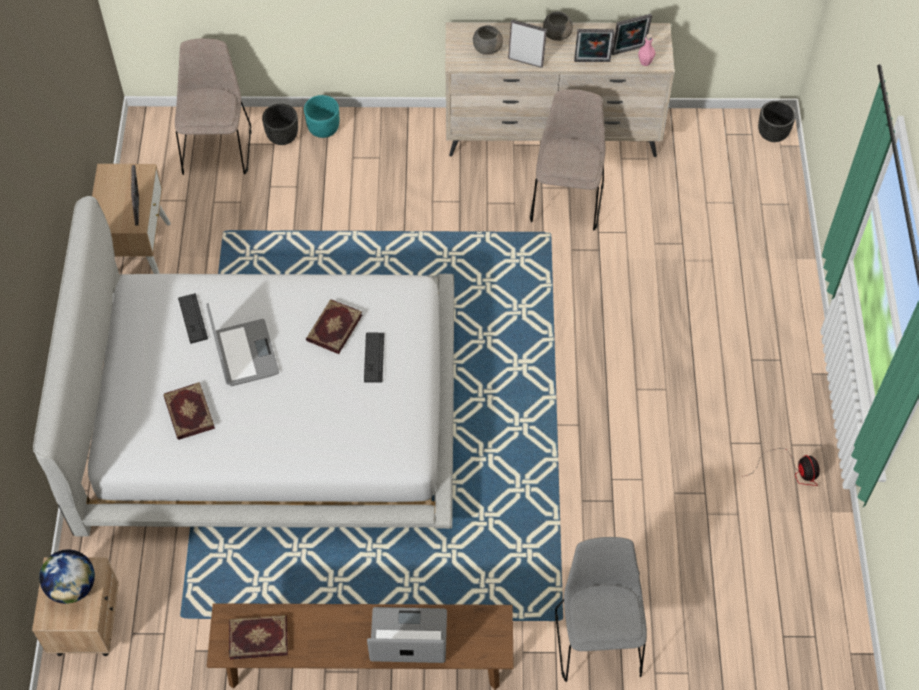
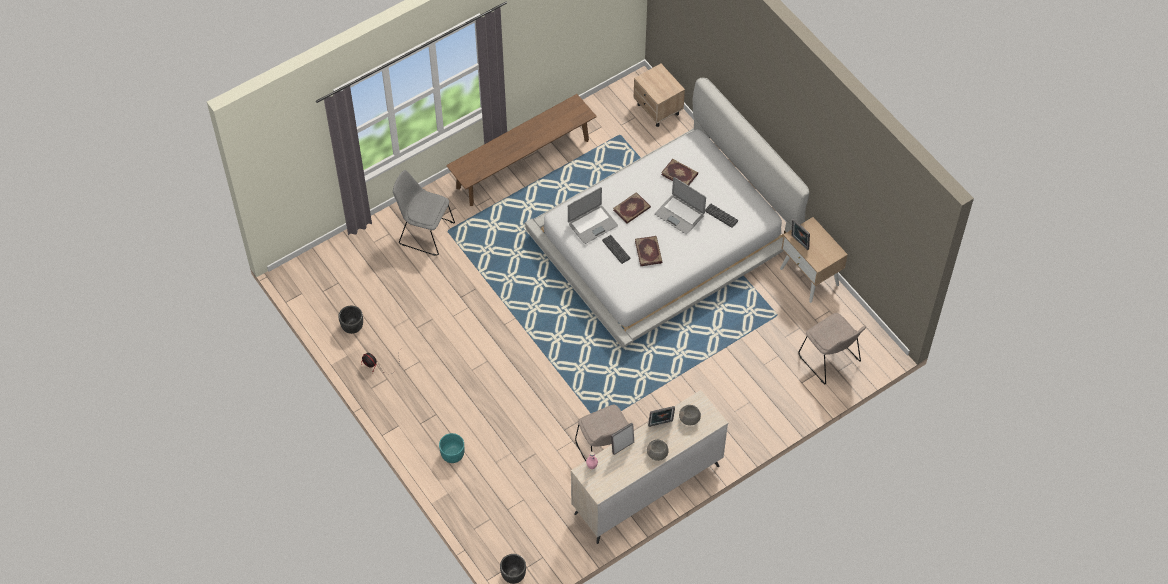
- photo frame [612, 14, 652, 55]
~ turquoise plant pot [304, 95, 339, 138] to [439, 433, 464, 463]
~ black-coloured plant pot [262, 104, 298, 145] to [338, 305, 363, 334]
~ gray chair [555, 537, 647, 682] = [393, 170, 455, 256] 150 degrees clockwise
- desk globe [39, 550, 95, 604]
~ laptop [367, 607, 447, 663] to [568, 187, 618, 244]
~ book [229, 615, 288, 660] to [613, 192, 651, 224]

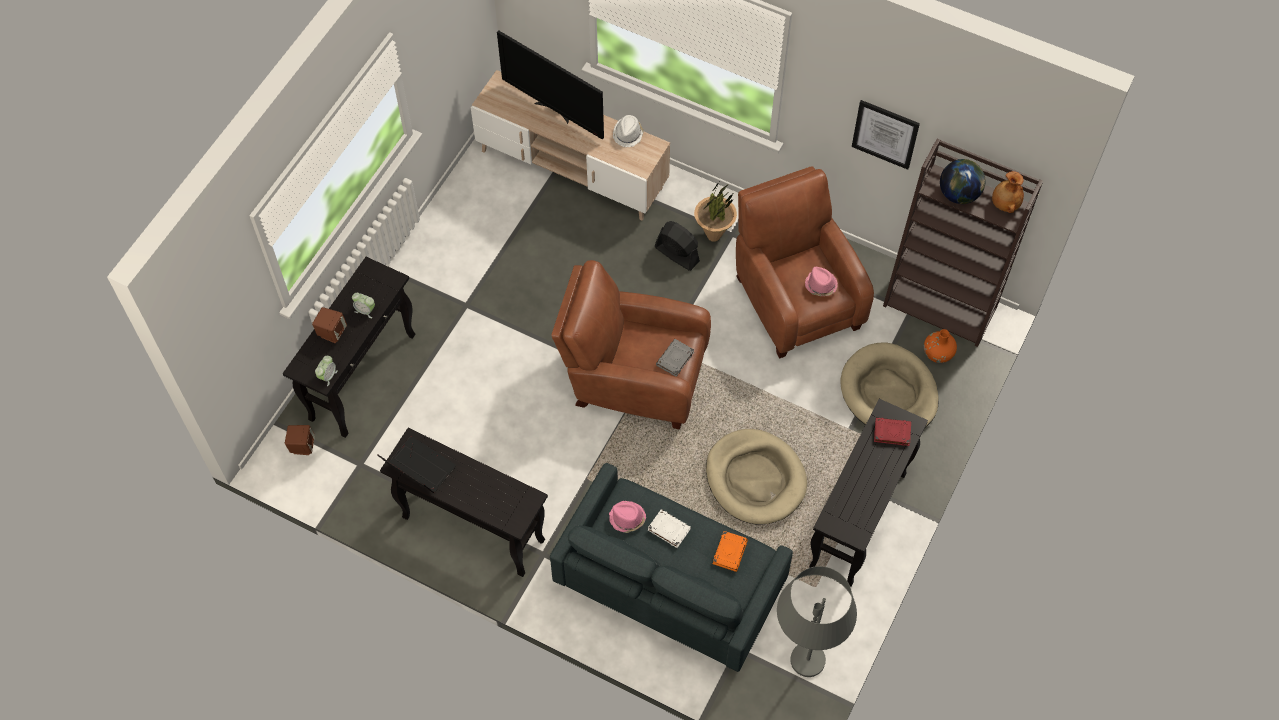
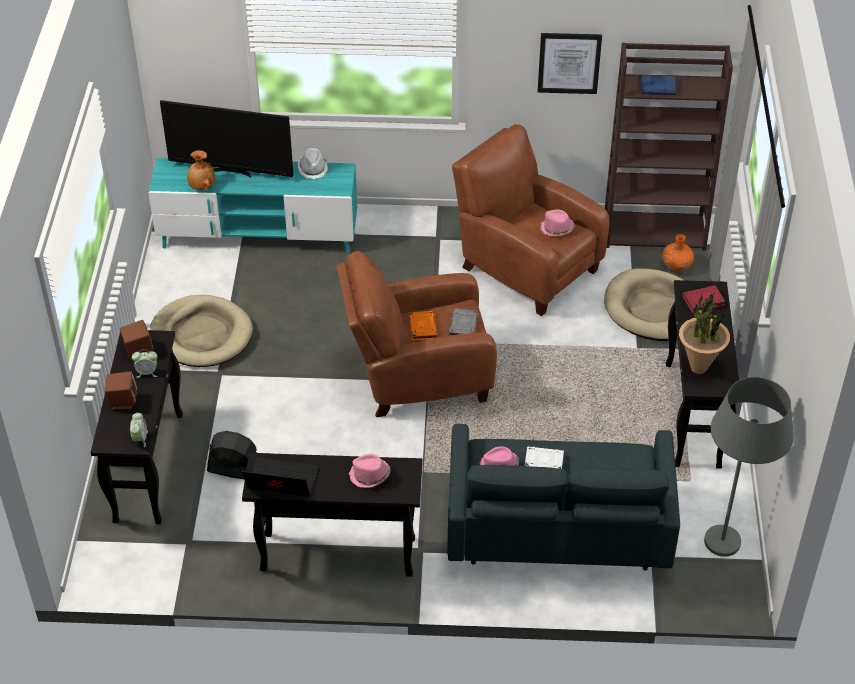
~ beige-coloured tv stand [471, 70, 670, 221] to turquoise tv stand [149, 158, 357, 254]
~ desk globe [940, 159, 986, 204] to blue book [641, 75, 676, 95]
~ brownish vase [992, 171, 1024, 213] to [187, 150, 216, 190]
~ houseplant [694, 182, 737, 242] to [679, 291, 730, 374]
~ black-coloured electric fan [654, 221, 700, 271] to [207, 431, 257, 479]
~ brownish audio speaker [285, 425, 315, 455] to [120, 320, 153, 358]
~ beige-coloured dog cushion [706, 429, 807, 525] to [150, 295, 253, 367]
~ orange-coloured book [713, 531, 748, 572] to [409, 311, 437, 341]
+ pink clothing hat [349, 454, 390, 488]

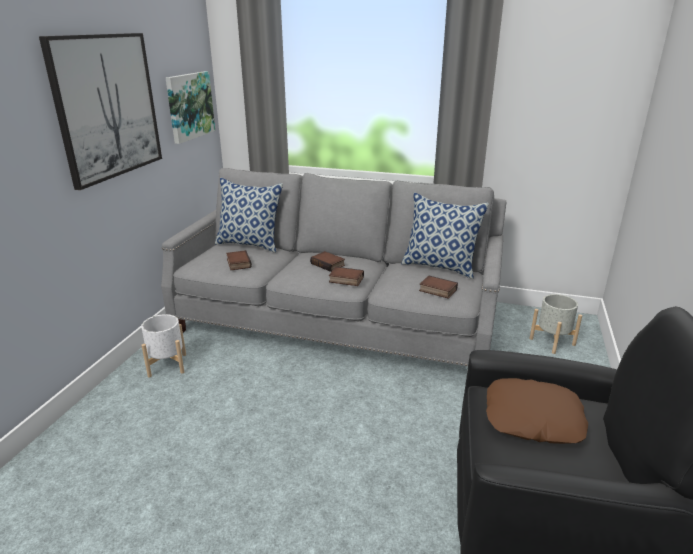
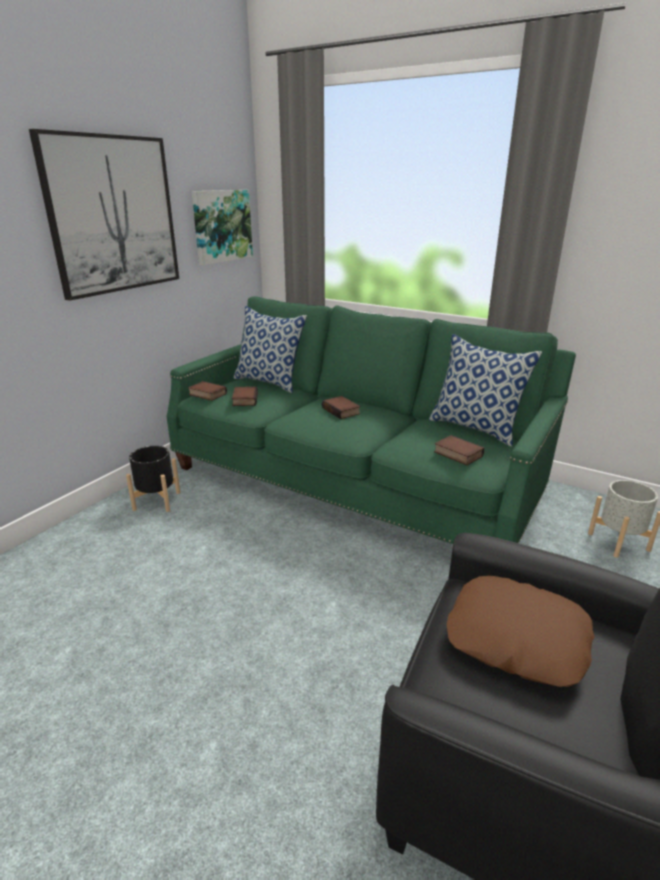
~ gray settee [161, 168, 507, 367] to green-coloured settee [166, 296, 576, 544]
~ book [329, 267, 364, 286] to [188, 381, 227, 401]
~ whitish plant pot [141, 314, 186, 378] to black-coloured plant pot [126, 446, 180, 512]

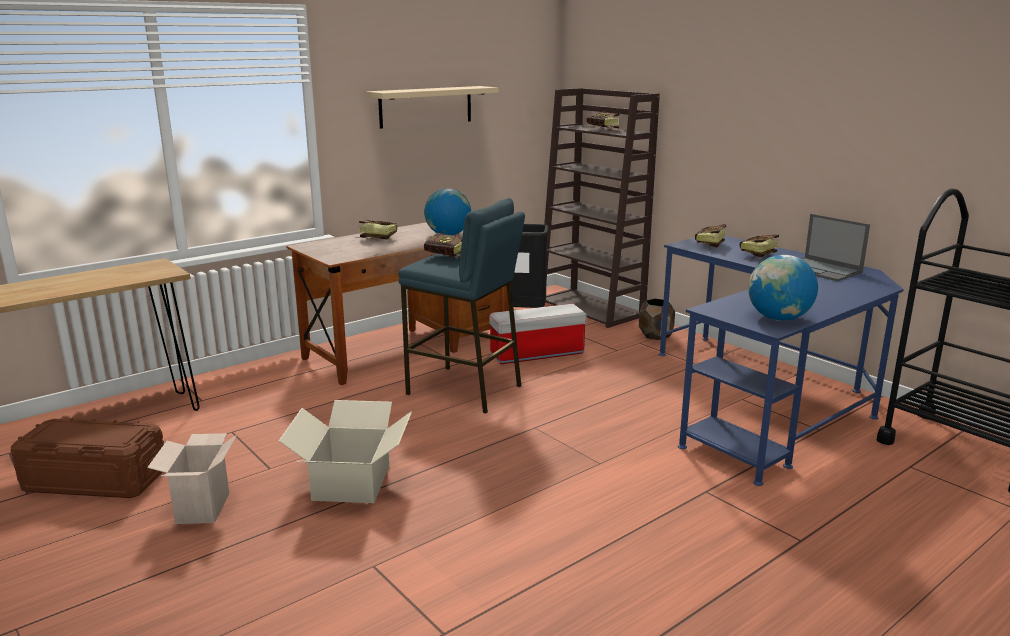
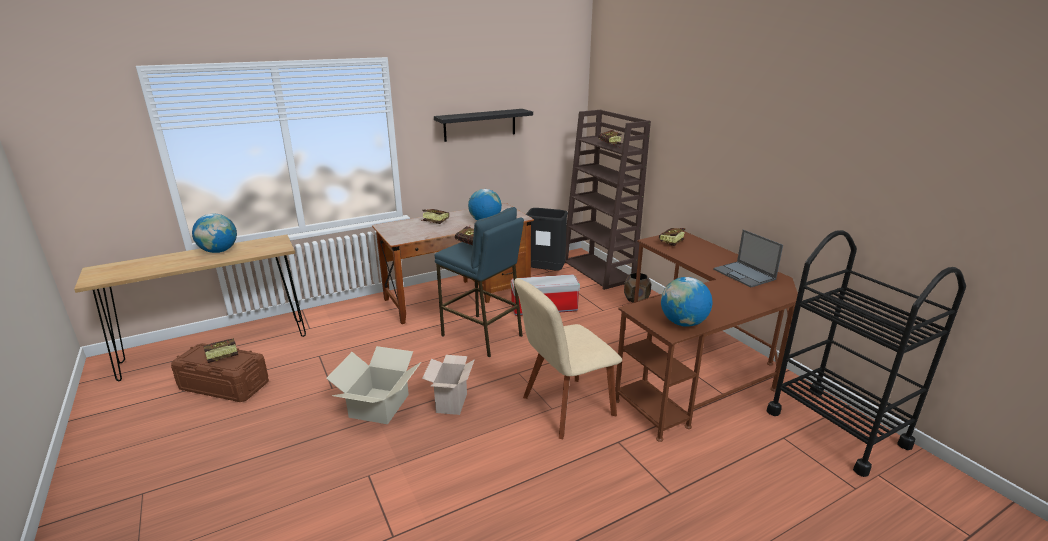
~ beige-coloured shelf [366, 86, 499, 129] to black-coloured shelf [434, 109, 533, 142]
~ book [740, 234, 779, 261] to [201, 338, 238, 365]
~ blue desk unit [659, 236, 904, 486] to brownish desk unit [615, 231, 798, 442]
~ cardboard box [147, 433, 237, 524] to [422, 355, 475, 415]
+ desk globe [192, 213, 237, 253]
+ beige-coloured chair [514, 278, 622, 439]

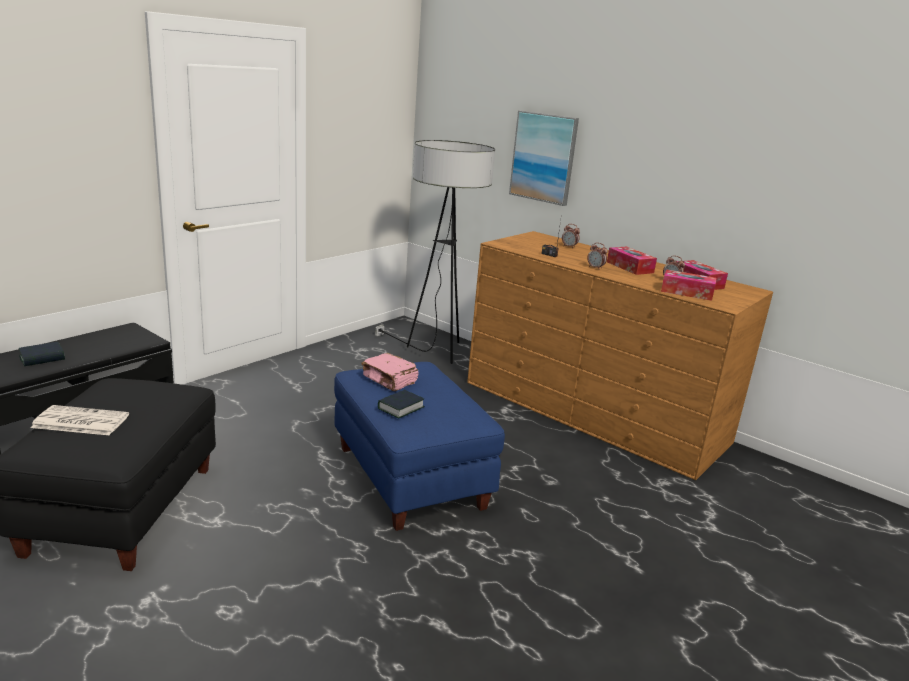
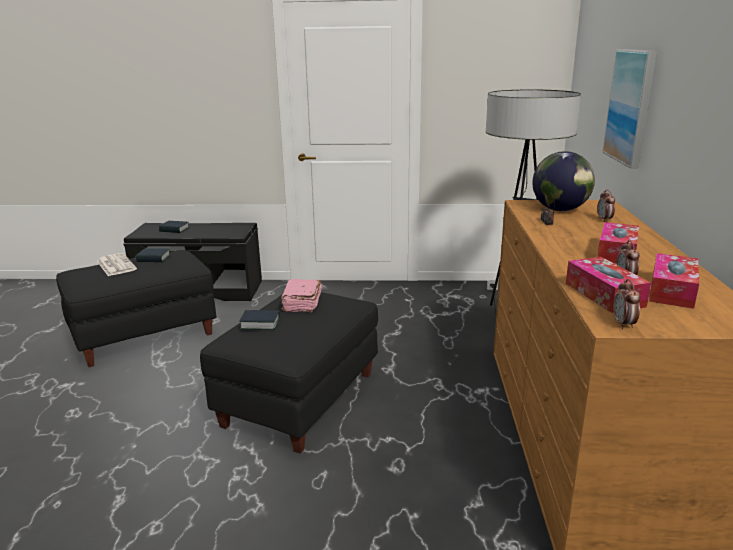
~ alarm clock [587, 243, 608, 270] to [613, 279, 640, 329]
~ blue pouffe [334, 362, 505, 531] to black-coloured pouffe [200, 292, 378, 454]
+ desk globe [532, 151, 595, 211]
+ book [135, 248, 170, 262]

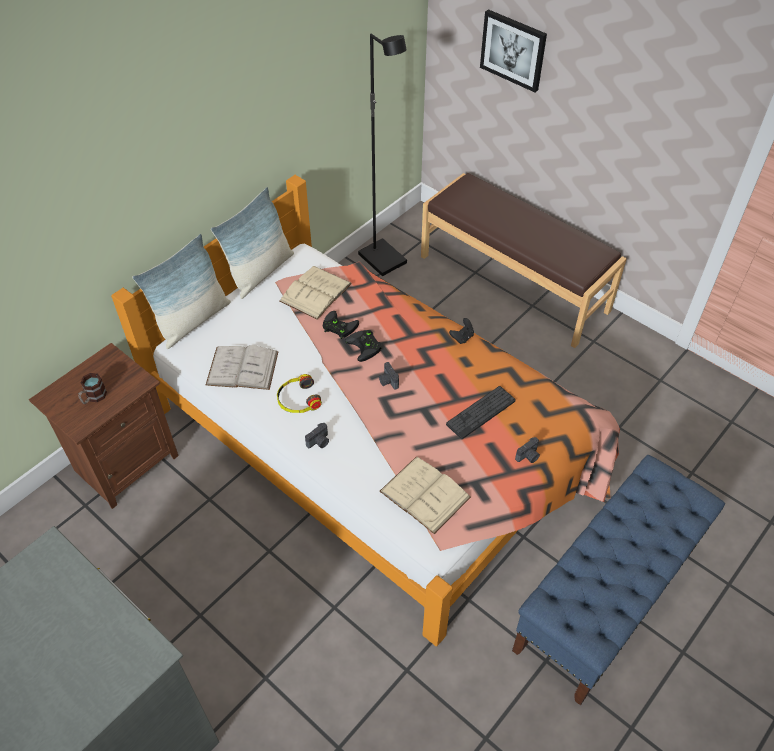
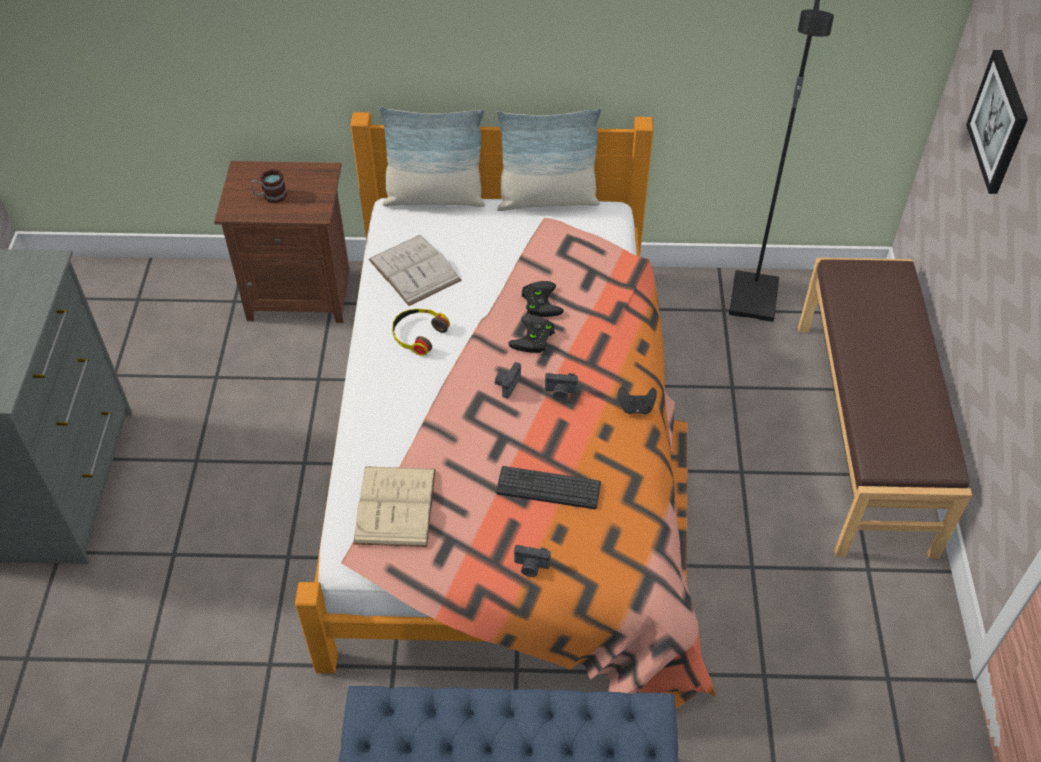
- beige-coloured book [279, 266, 352, 320]
~ still camera [305, 423, 329, 448] to [545, 373, 578, 401]

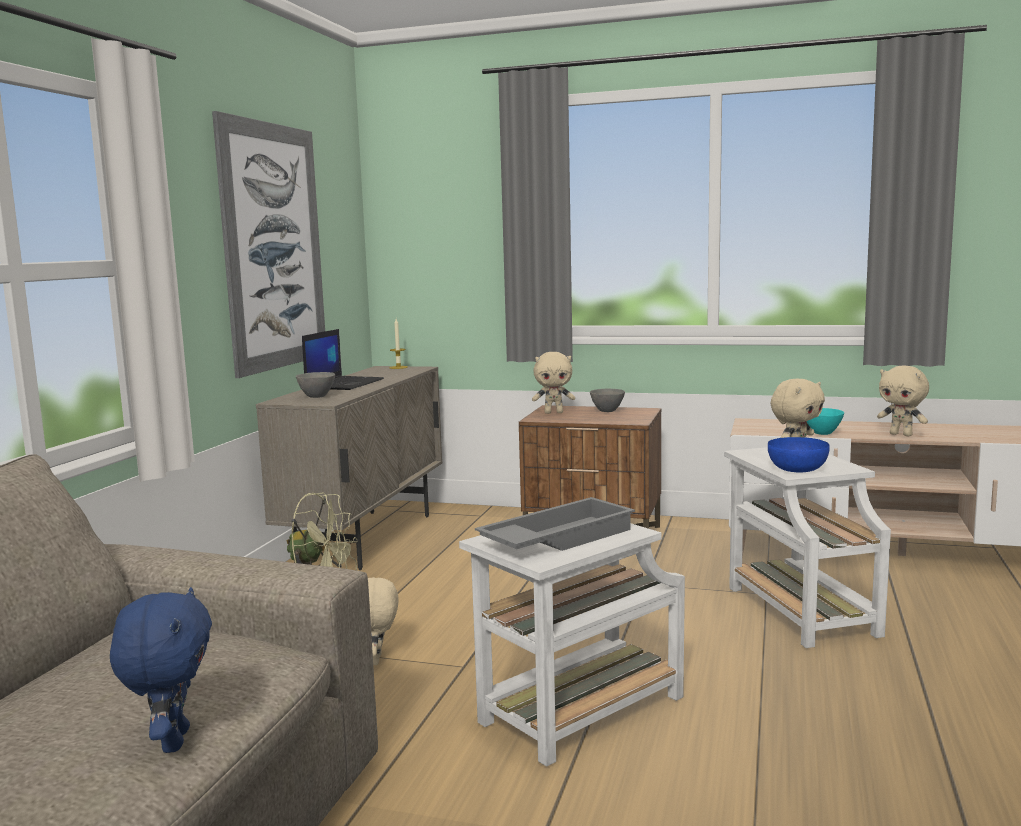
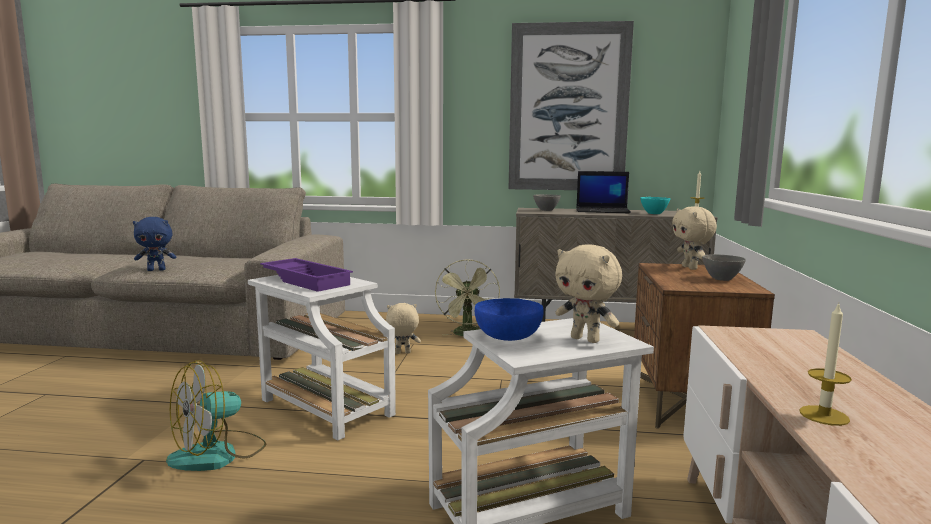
~ beige-coloured soft toy [877, 366, 929, 436] to wax candle [799, 303, 852, 426]
~ turquoise serving bowl [807, 408, 844, 435] to [640, 197, 670, 214]
~ gray carrying tray [475, 497, 635, 551] to purple-coloured carrying tray [260, 258, 353, 292]
+ electric fan [166, 360, 266, 471]

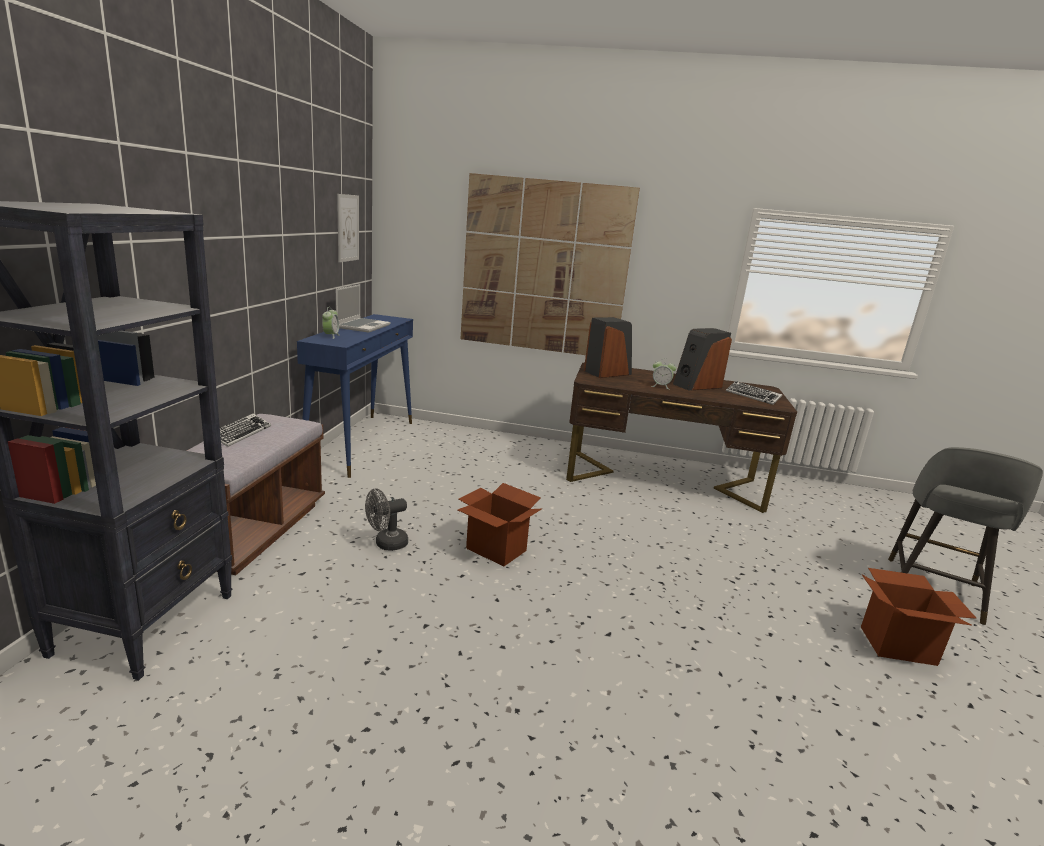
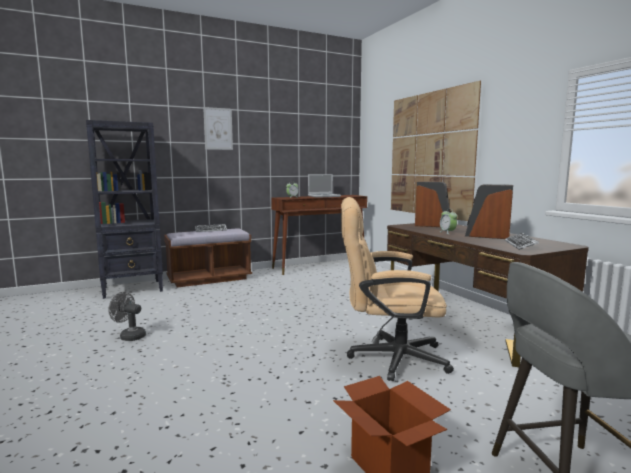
~ wall picture [337, 194, 359, 262] to [203, 107, 233, 150]
~ blue narrow table [297, 314, 413, 478] to brownish narrow table [271, 195, 367, 275]
- cardboard box [458, 483, 541, 566]
~ gray electric fan [365, 488, 408, 551] to [109, 292, 146, 341]
+ beige-coloured computer chair [341, 197, 454, 381]

